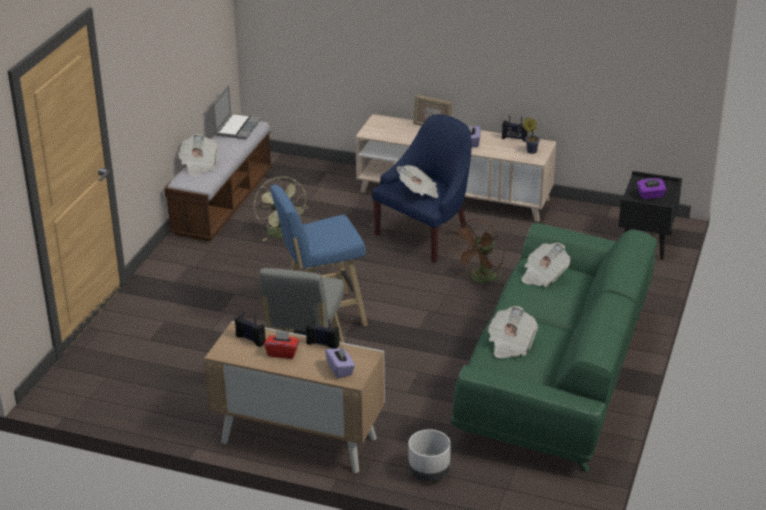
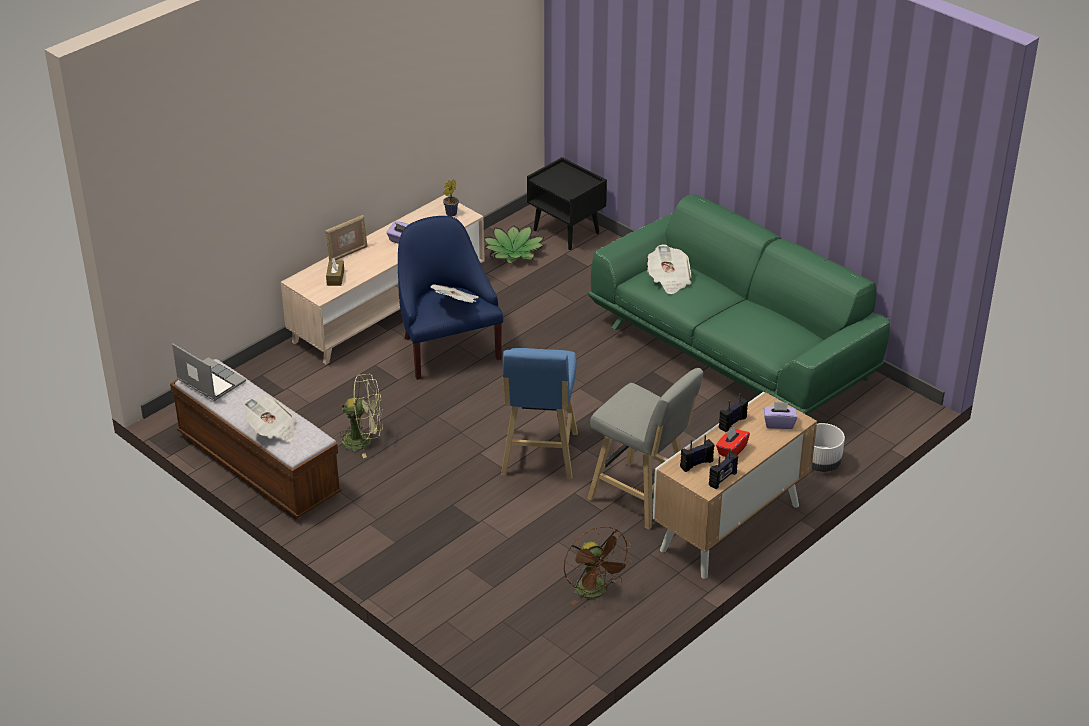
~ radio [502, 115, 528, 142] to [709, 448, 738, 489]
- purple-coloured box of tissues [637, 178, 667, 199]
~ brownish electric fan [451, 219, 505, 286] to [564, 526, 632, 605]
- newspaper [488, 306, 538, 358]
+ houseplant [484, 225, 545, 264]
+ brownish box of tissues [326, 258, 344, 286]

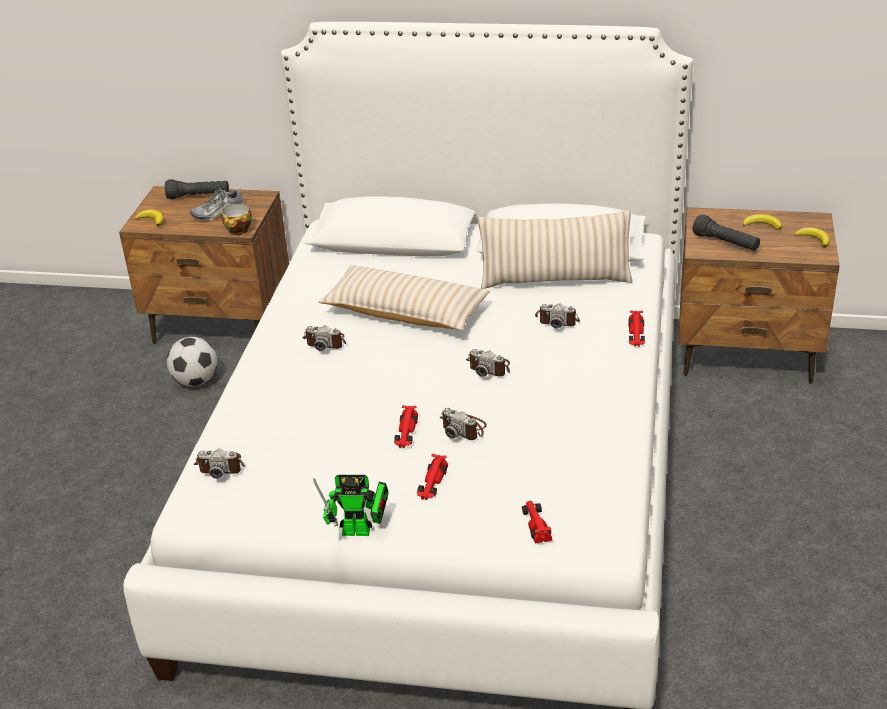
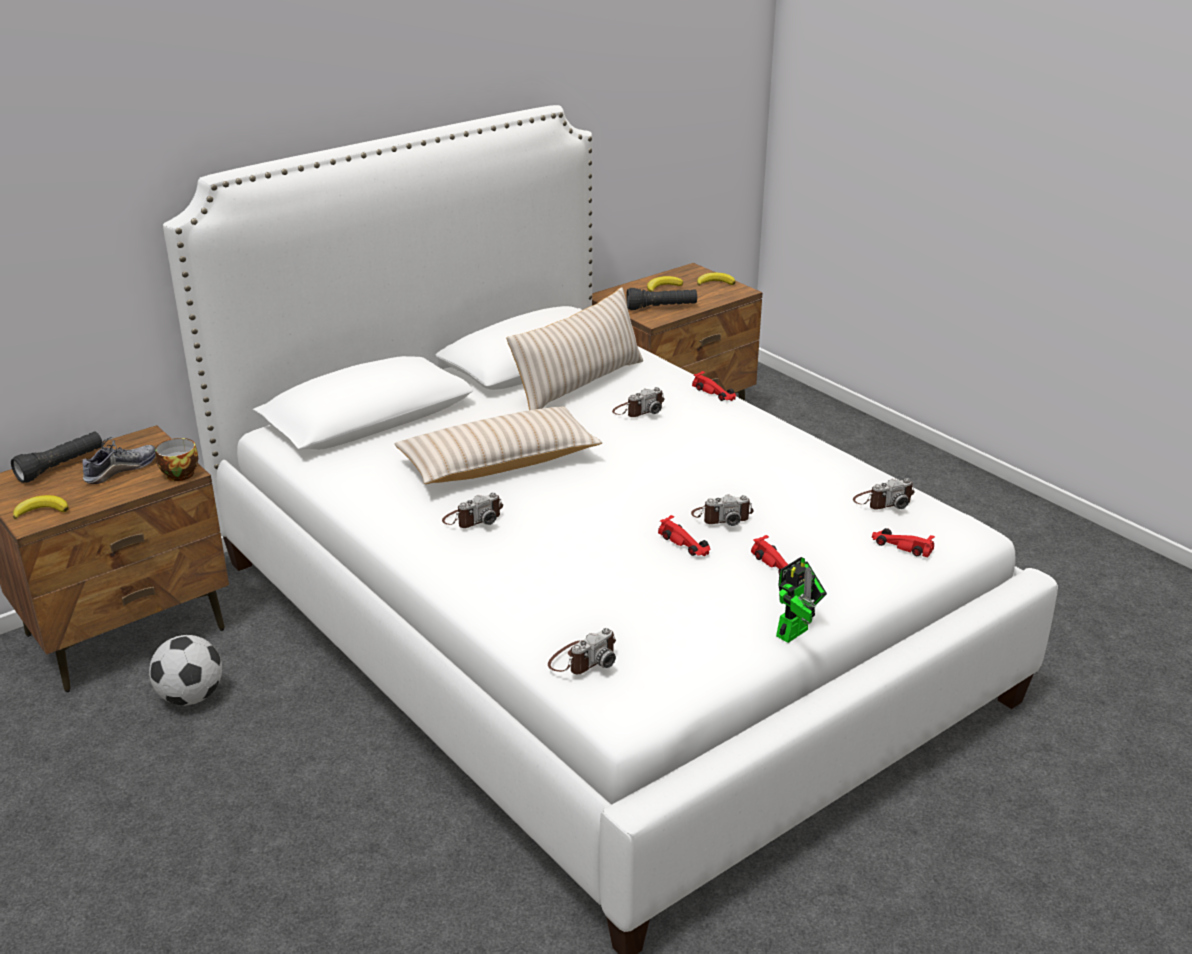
~ item of footwear [190, 186, 244, 221] = [80, 437, 156, 484] 150 degrees counterclockwise
~ still camera [466, 349, 510, 377] to [853, 478, 915, 510]

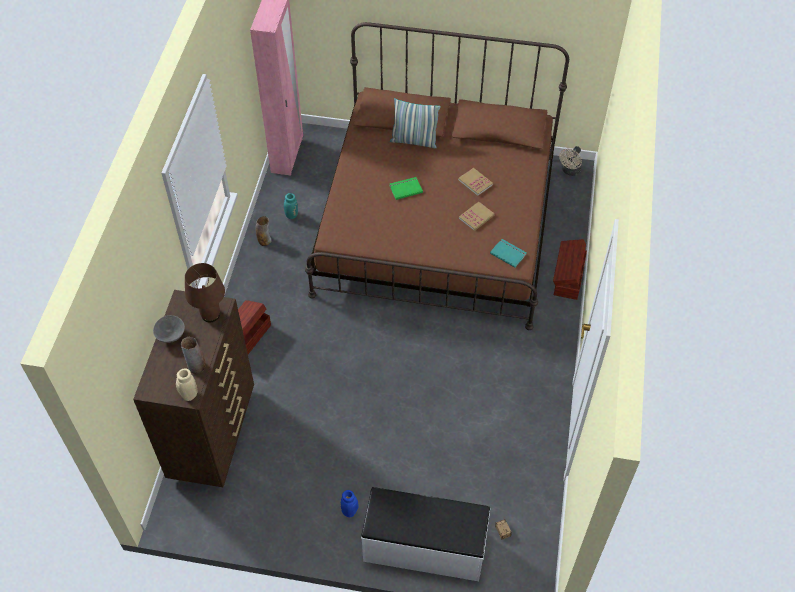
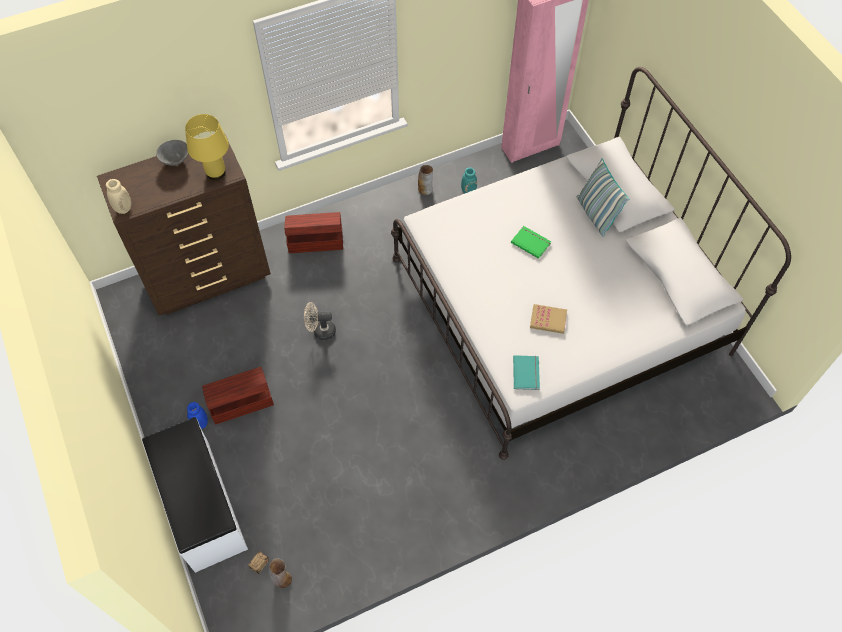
~ brownish bedroom bed [305, 22, 569, 330] to whitish bedroom bed [391, 67, 791, 460]
~ beige-coloured electric fan [559, 146, 582, 176] to [304, 302, 336, 340]
- book [458, 168, 493, 196]
~ brownish storage bin [553, 239, 587, 300] to [202, 367, 274, 425]
~ brownish table lamp [185, 263, 225, 322] to yellowish table lamp [185, 114, 229, 180]
~ vase [181, 337, 206, 374] to [269, 558, 292, 588]

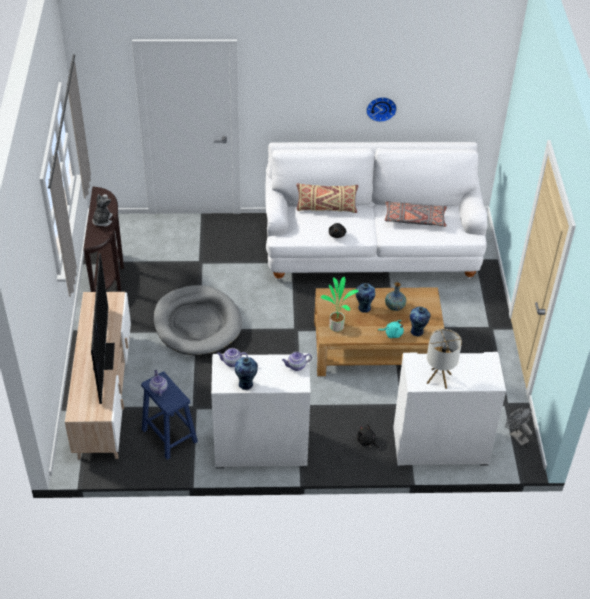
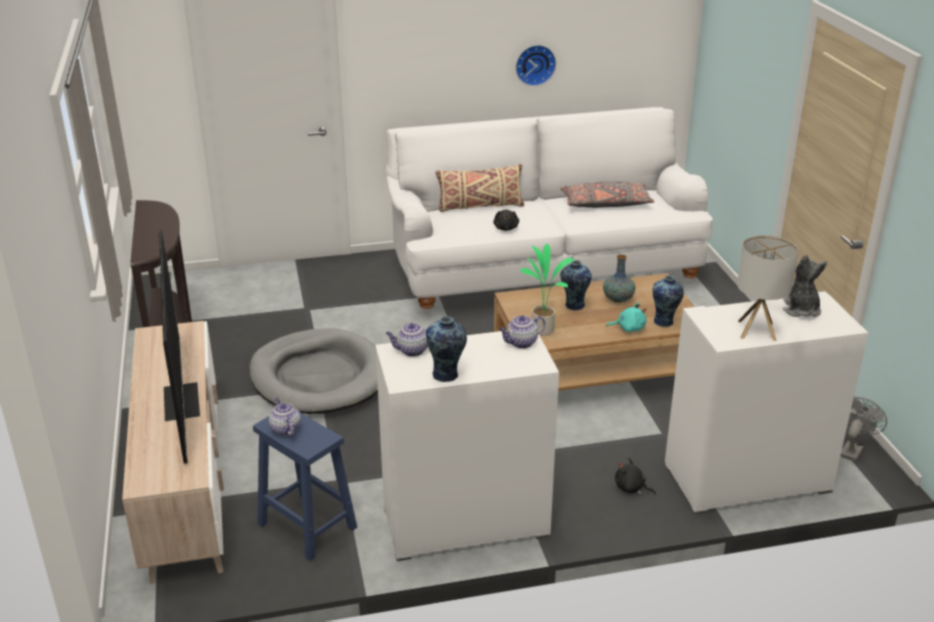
~ soft toy [92, 194, 113, 227] to [783, 255, 827, 317]
~ gray electric fan [505, 408, 532, 446] = [840, 397, 887, 462] 75 degrees clockwise

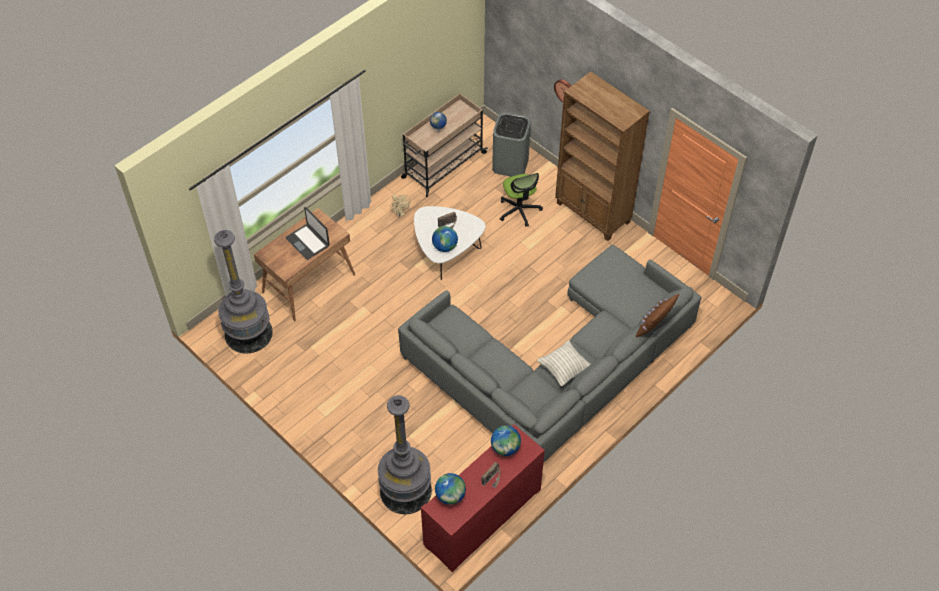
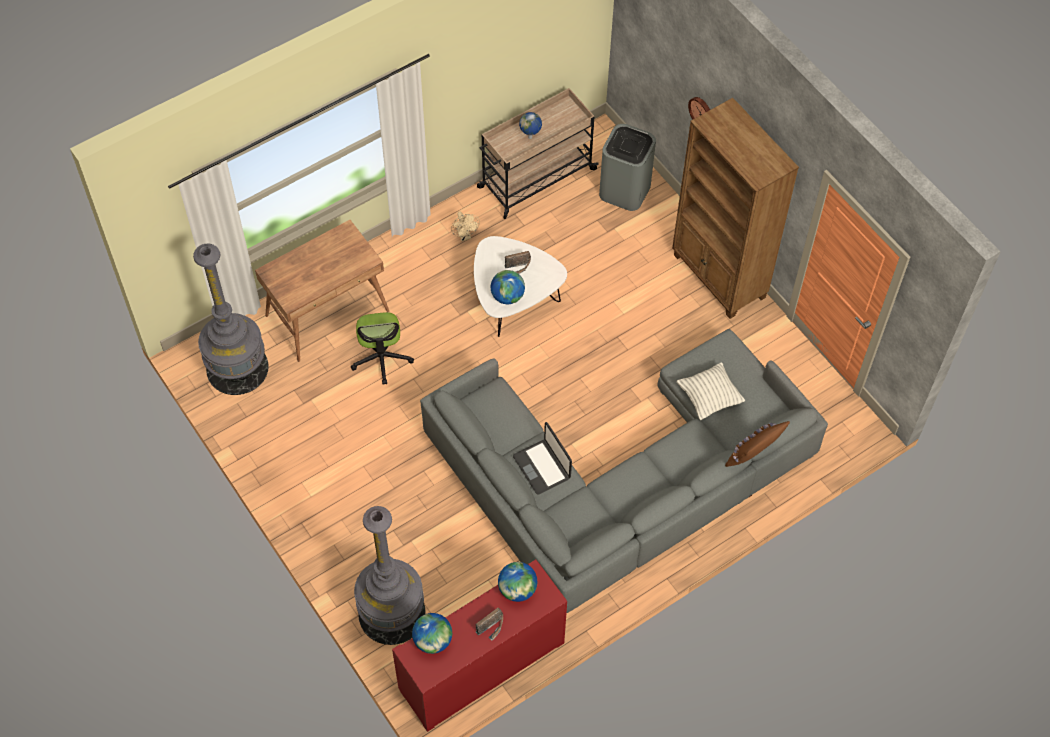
~ computer chair [500, 173, 543, 227] to [351, 312, 414, 385]
~ laptop [286, 207, 330, 260] to [513, 422, 572, 495]
~ pillow [537, 340, 590, 387] to [677, 362, 745, 420]

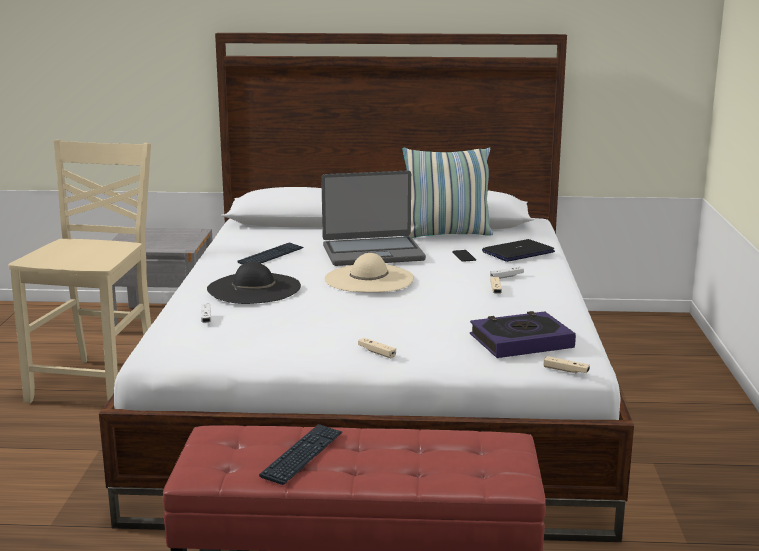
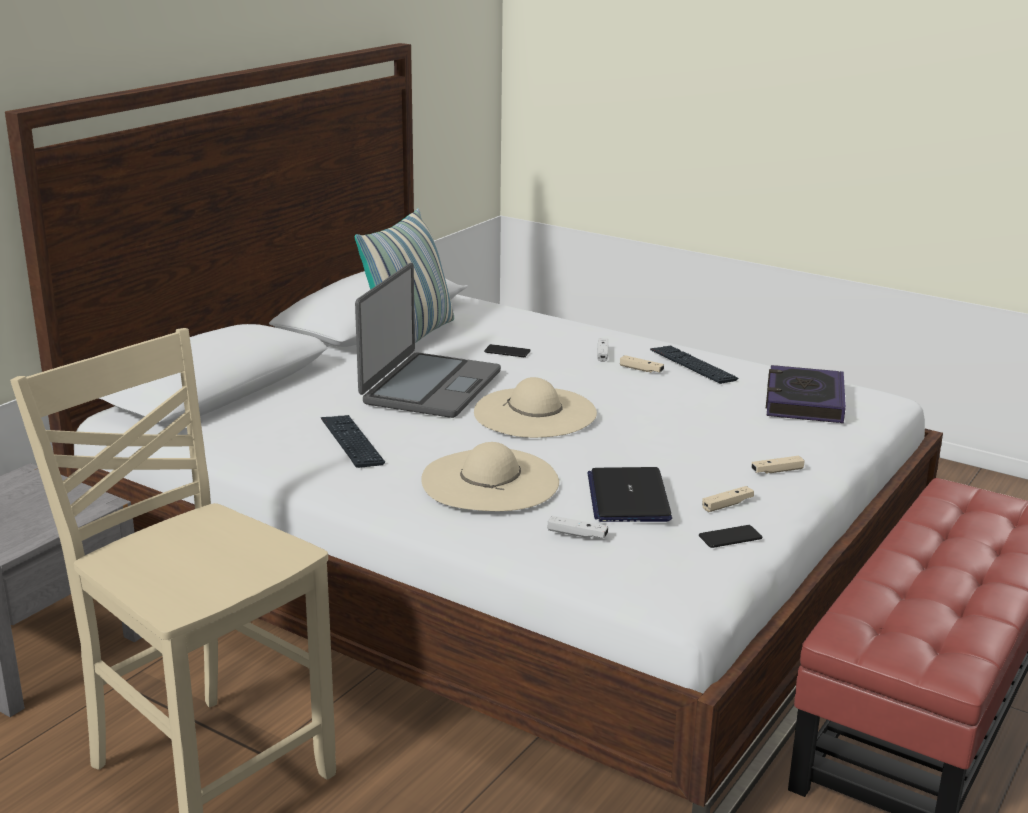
~ laptop [482, 239, 555, 262] to [587, 467, 672, 522]
~ black-coloured clothing hat [207, 262, 301, 304] to beige-coloured clothing hat [421, 442, 559, 511]
~ beige-coloured game controller [544, 356, 590, 373] to [702, 486, 754, 512]
~ PC keyboard [259, 424, 342, 485] to [650, 345, 738, 384]
+ telephone [699, 525, 762, 548]

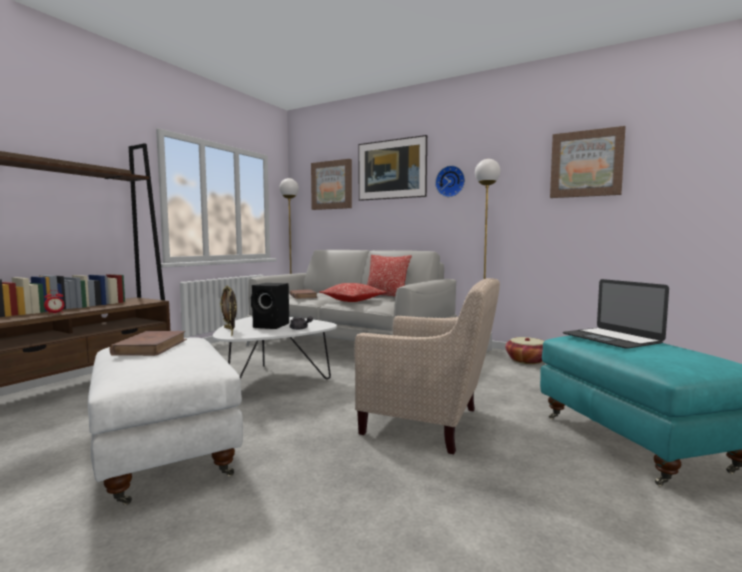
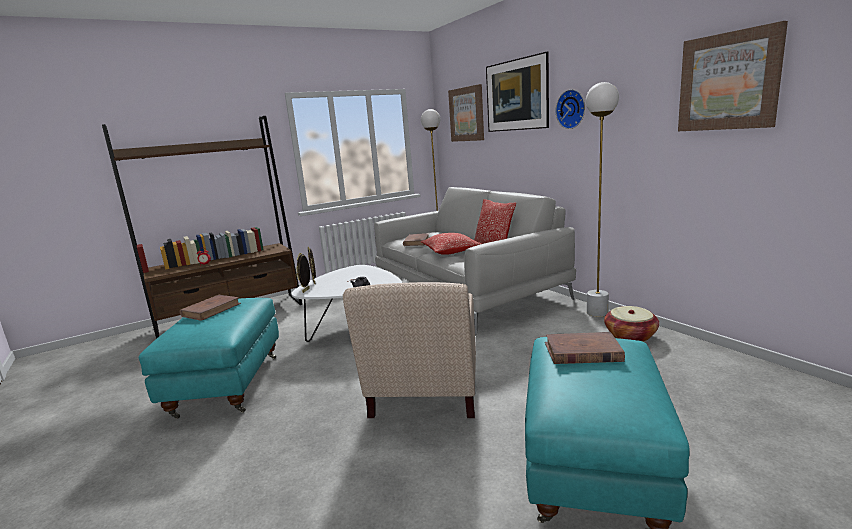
~ beige-coloured armchair [354, 278, 500, 454] = [343, 282, 476, 418] 45 degrees clockwise
~ laptop [563, 279, 669, 349] to brownish book [545, 332, 625, 364]
- black-coloured audio speaker [251, 283, 289, 329]
~ whitish pouffe [88, 338, 243, 505] to turquoise pouffe [139, 298, 279, 419]

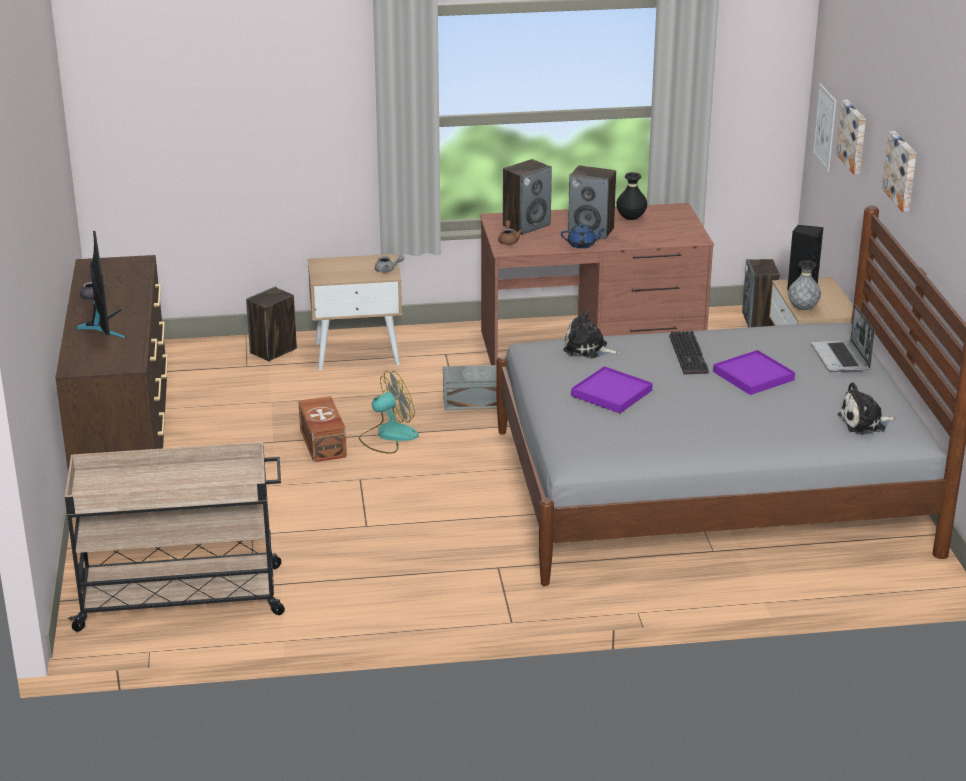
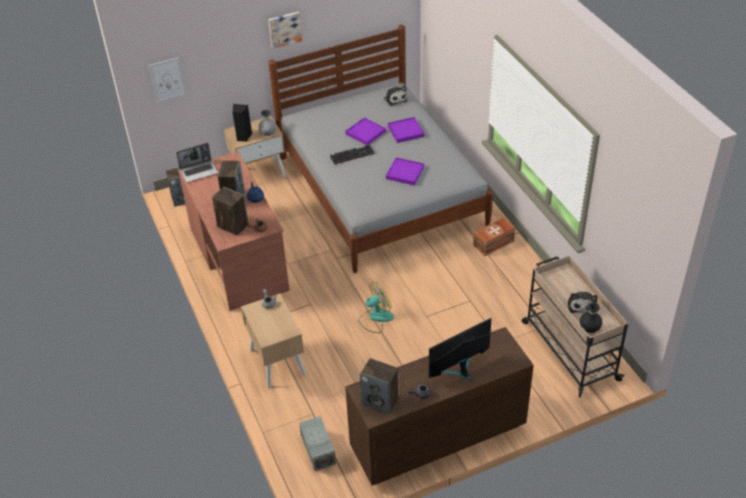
- wall picture [836, 100, 866, 175]
~ black-coloured vase [616, 172, 647, 220] to [580, 303, 602, 333]
~ audio speaker [246, 287, 297, 361] to [360, 358, 399, 415]
~ laptop [811, 304, 875, 372] to [176, 143, 218, 182]
~ soft toy [563, 310, 620, 359] to [567, 290, 597, 313]
~ gray storage bin [443, 365, 497, 410] to [299, 416, 336, 471]
~ electric fan [359, 370, 419, 454] = [359, 282, 394, 333] 105 degrees clockwise
~ brownish storage bin [298, 396, 347, 462] to [473, 218, 515, 256]
+ purple-coloured carrying tray [388, 117, 424, 143]

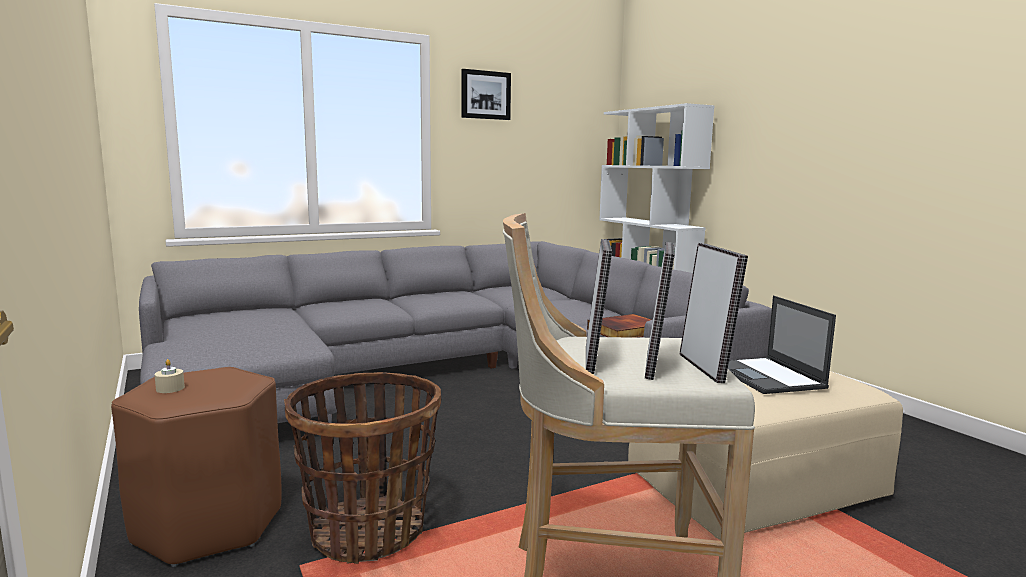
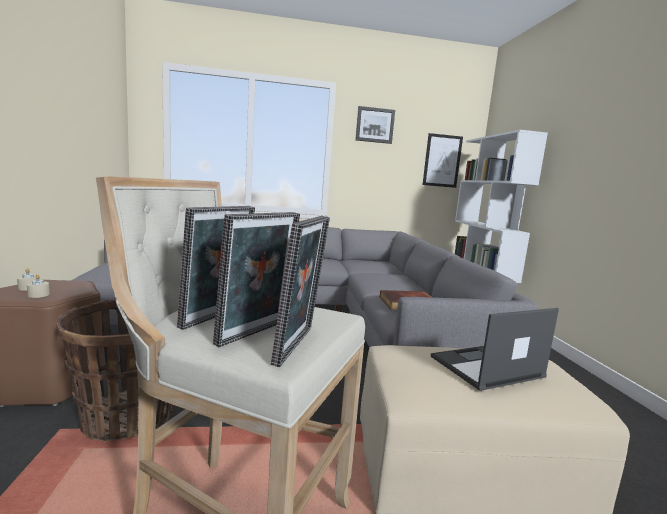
~ laptop [728, 296, 836, 394] = [431, 308, 559, 391] 60 degrees clockwise
+ wall picture [423, 133, 463, 188]
+ beige-coloured wax candle [27, 274, 50, 298]

